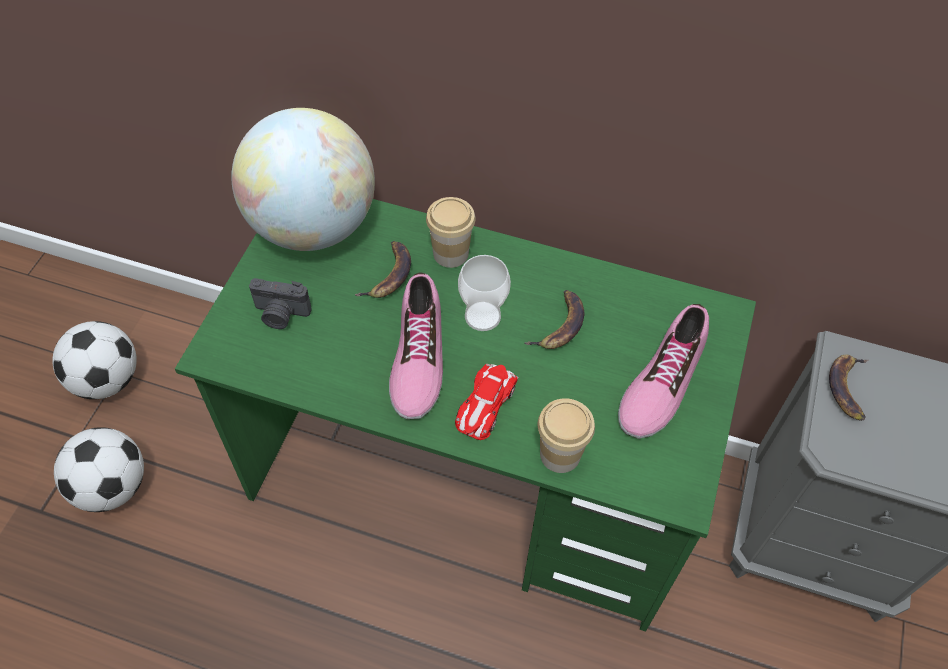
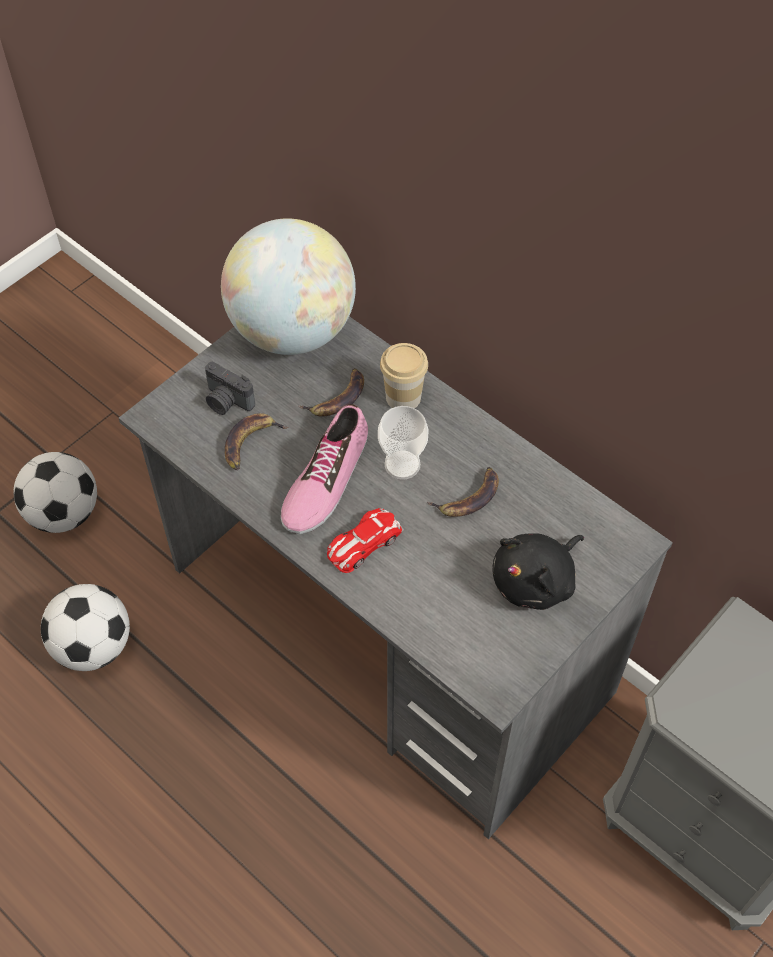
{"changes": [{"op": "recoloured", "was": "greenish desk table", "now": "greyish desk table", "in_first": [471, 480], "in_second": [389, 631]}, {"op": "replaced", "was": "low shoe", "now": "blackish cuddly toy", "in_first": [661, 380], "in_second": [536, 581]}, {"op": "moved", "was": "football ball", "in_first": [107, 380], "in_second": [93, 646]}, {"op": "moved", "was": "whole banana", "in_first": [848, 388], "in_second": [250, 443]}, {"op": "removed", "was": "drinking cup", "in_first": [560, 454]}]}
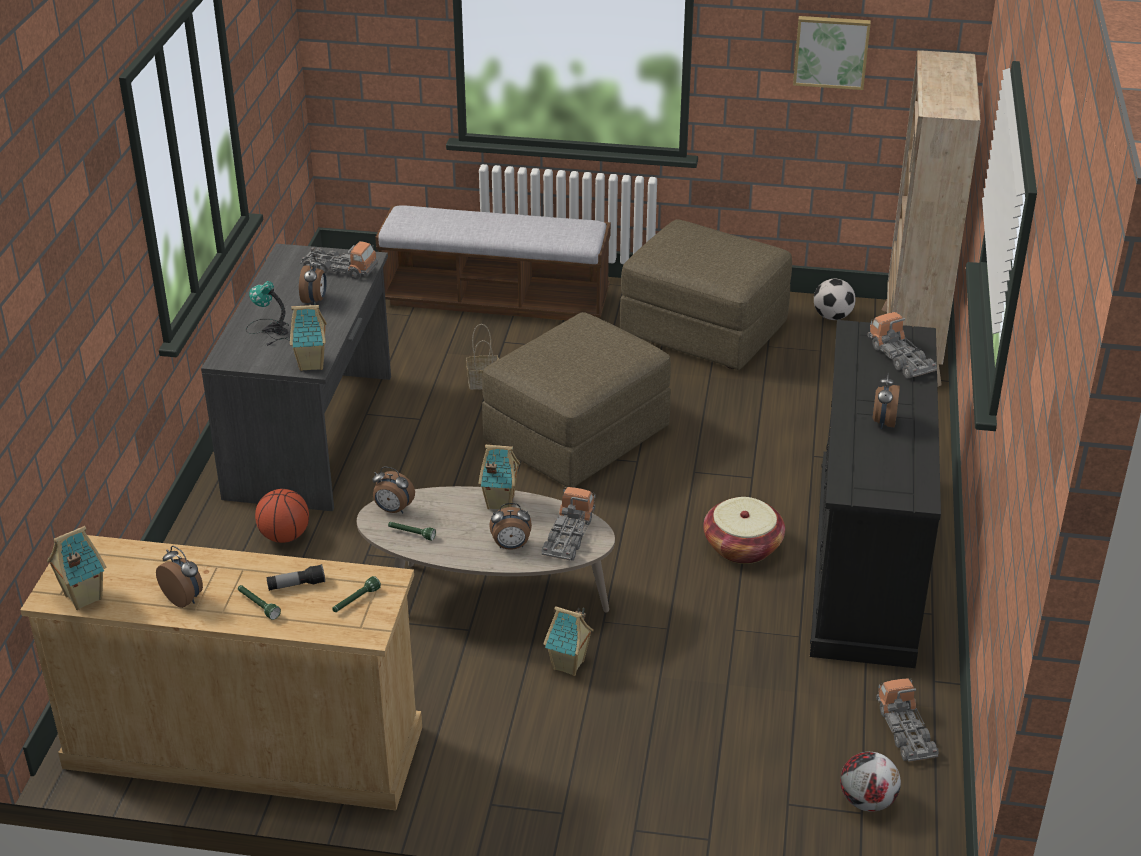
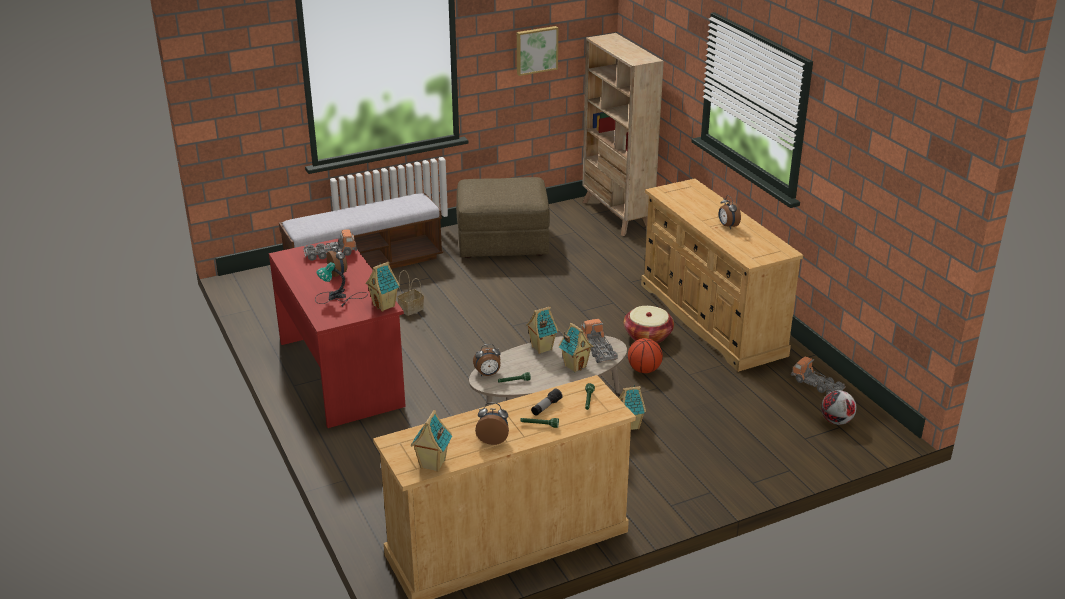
{"changes": [{"op": "recoloured", "was": "greyish desk table", "now": "red desk table", "in_first": [313, 435], "in_second": [342, 373]}, {"op": "removed", "was": "football ball", "in_first": [832, 316]}, {"op": "removed", "was": "brownish ottoman", "in_first": [577, 436]}, {"op": "removed", "was": "toy truck", "in_first": [900, 358]}, {"op": "recoloured", "was": "blackish chest of drawers", "now": "sand-coloured chest of drawers", "in_first": [865, 561], "in_second": [712, 319]}, {"op": "moved", "was": "basketball ball", "in_first": [284, 536], "in_second": [644, 370]}, {"op": "replaced", "was": "bedside clock", "now": "miniature house", "in_first": [511, 546], "in_second": [575, 366]}]}
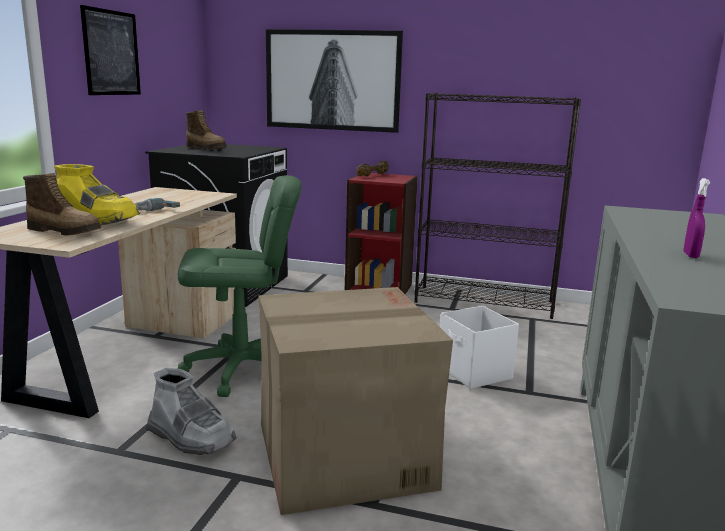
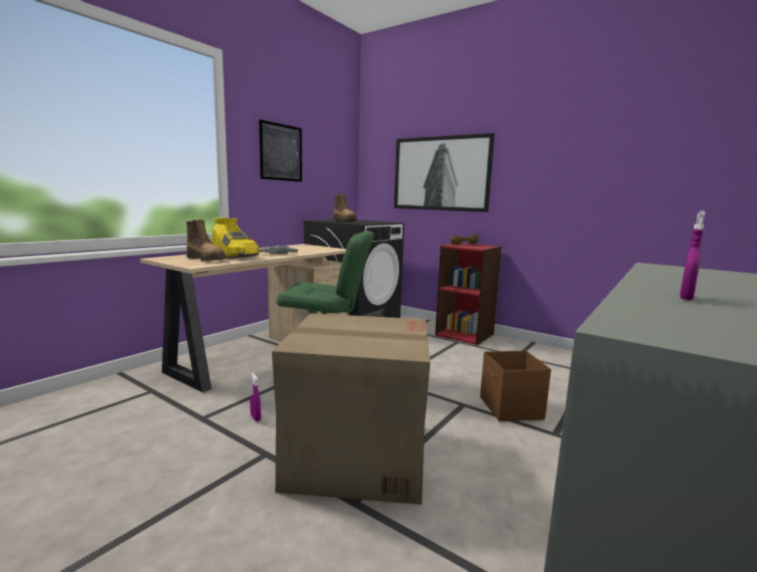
{"changes": [{"op": "removed", "was": "blackish bookcase", "in_first": [484, 302]}, {"op": "recoloured", "was": "whitish storage bin", "now": "brownish storage bin", "in_first": [474, 373], "in_second": [510, 409]}, {"op": "replaced", "was": "greyish boot", "now": "purple-coloured sprayer", "in_first": [191, 437], "in_second": [255, 418]}]}
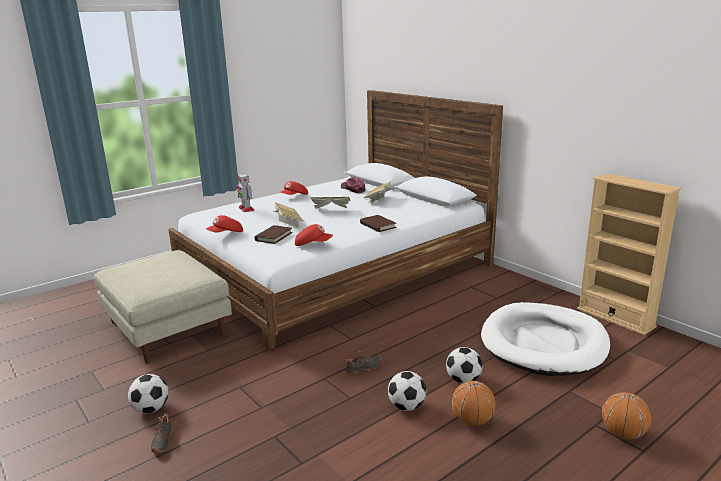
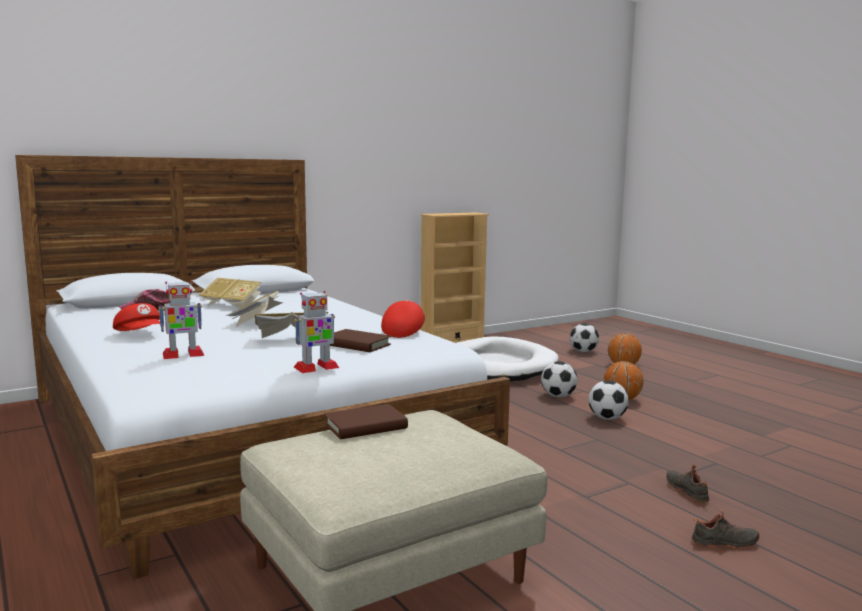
{"changes": [{"op": "replaced", "was": "red peaked cap", "now": "robot figure", "in_first": [226, 234], "in_second": [316, 368]}, {"op": "moved", "was": "brownish bound book", "in_first": [377, 225], "in_second": [365, 426]}, {"op": "moved", "was": "blackish low shoe", "in_first": [364, 368], "in_second": [688, 491]}, {"op": "moved", "was": "football ball", "in_first": [151, 409], "in_second": [583, 351]}]}
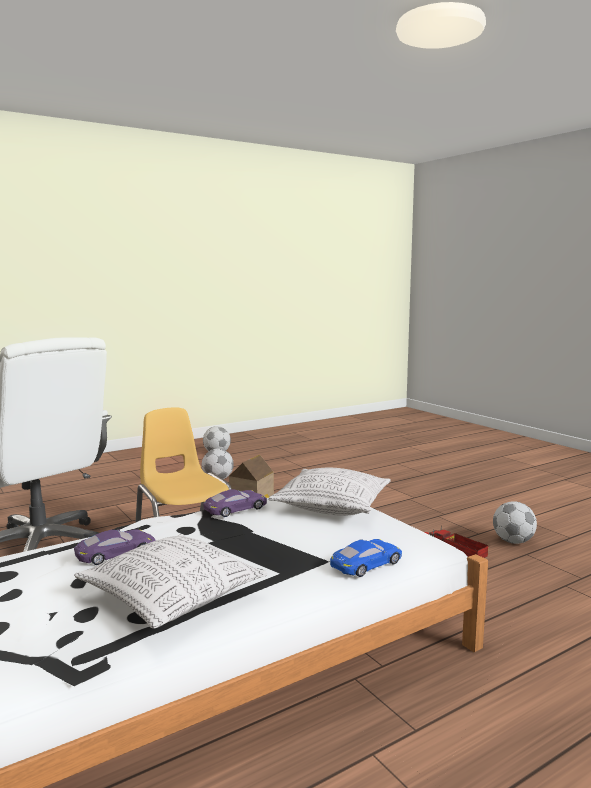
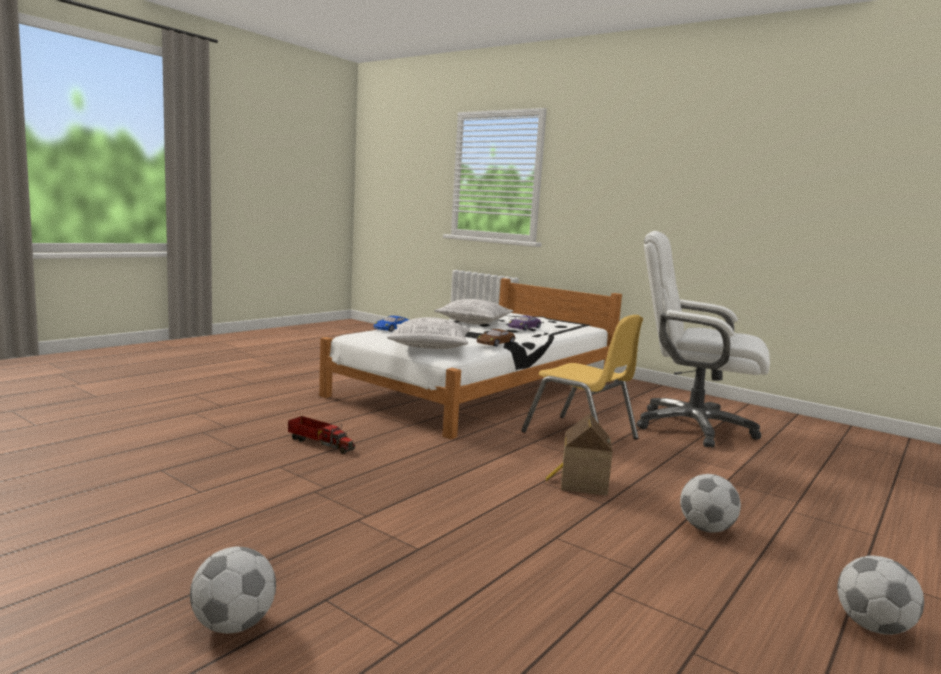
{"changes": [{"op": "recoloured", "was": "purple-coloured miniature car", "now": "brownish miniature car", "in_first": [235, 508], "in_second": [495, 343]}, {"op": "moved", "was": "football ball", "in_first": [513, 542], "in_second": [234, 625]}]}
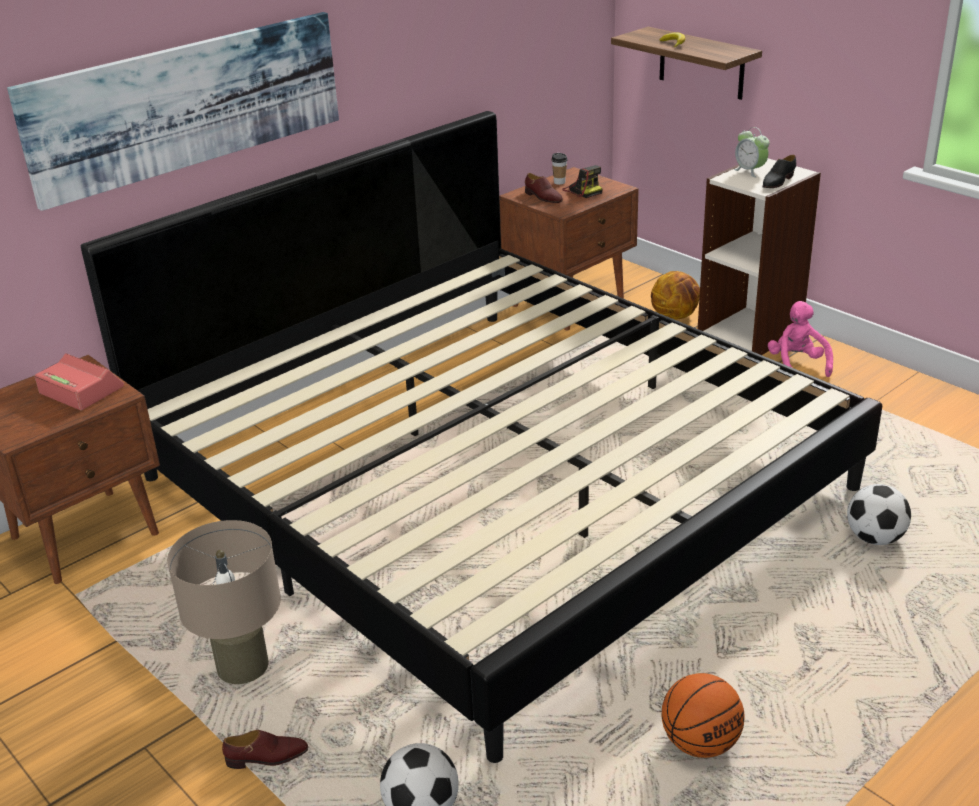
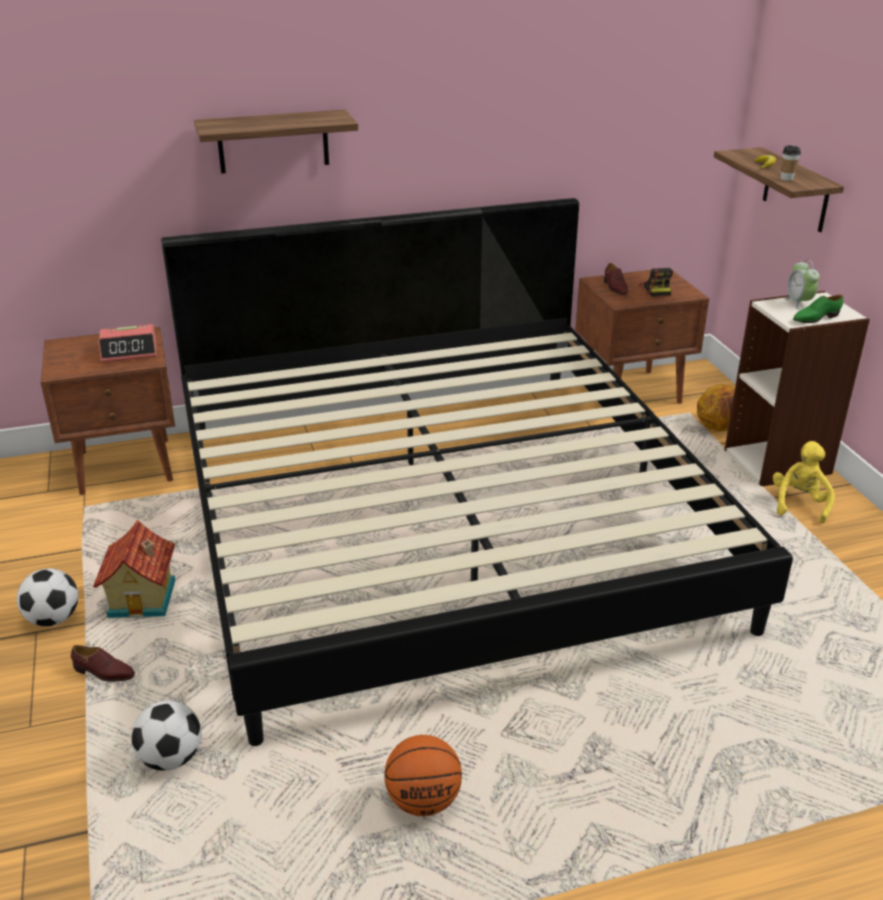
{"changes": [{"op": "replaced", "was": "wall picture", "now": "shelf", "in_first": [188, 104], "in_second": [273, 141]}, {"op": "moved", "was": "drinking cup", "in_first": [559, 182], "in_second": [786, 179]}, {"op": "recoloured", "was": "blackish low shoe", "now": "greenish low shoe", "in_first": [777, 181], "in_second": [815, 318]}, {"op": "recoloured", "was": "pink cuddly toy", "now": "yellow cuddly toy", "in_first": [797, 365], "in_second": [799, 504]}, {"op": "turned", "was": "bedside clock", "in_first": [81, 390], "in_second": [129, 351], "clockwise": 105}, {"op": "moved", "was": "football ball", "in_first": [874, 538], "in_second": [53, 619]}, {"op": "replaced", "was": "sand-coloured lamp for a table", "now": "miniature house", "in_first": [243, 666], "in_second": [144, 599]}]}
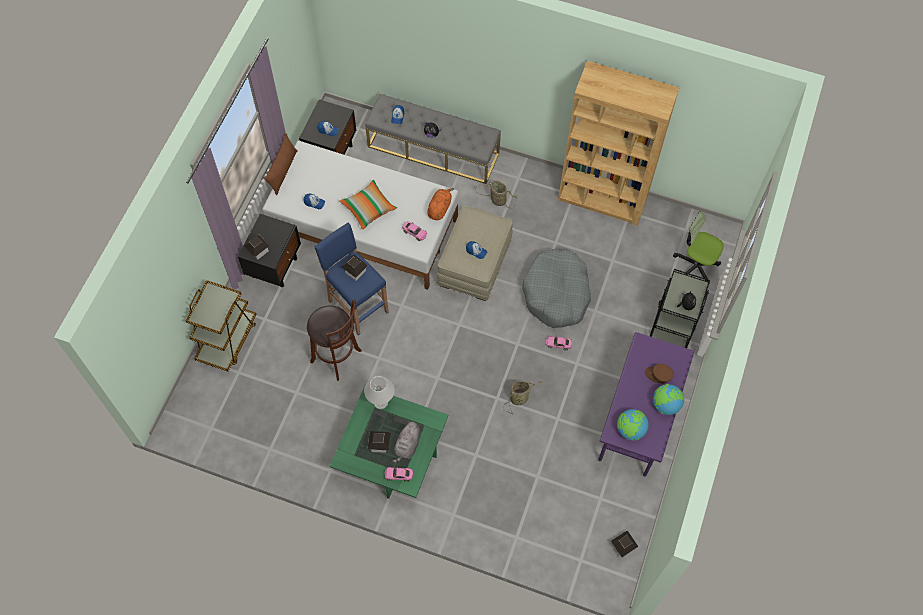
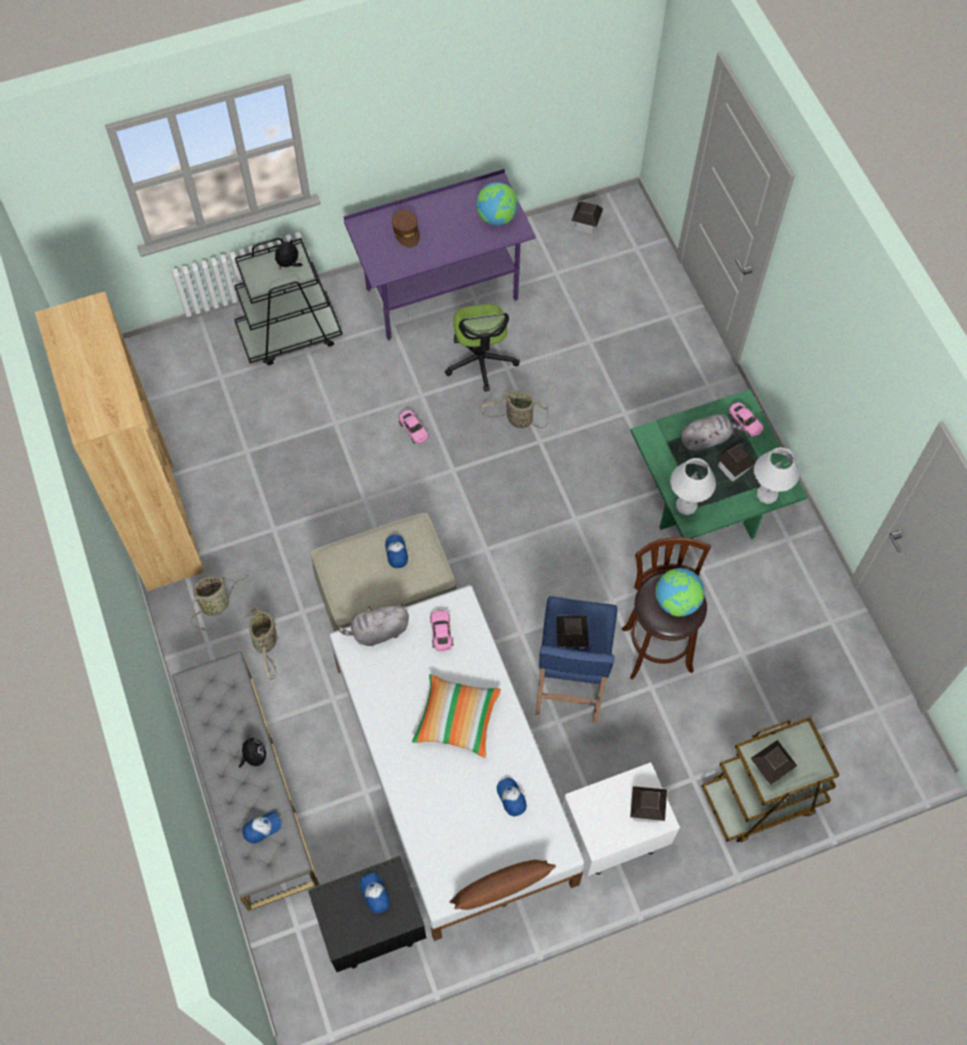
{"changes": [{"op": "recoloured", "was": "orangey cuddly toy", "now": "greyish cuddly toy", "in_first": [439, 208], "in_second": [378, 632]}, {"op": "moved", "was": "computer chair", "in_first": [695, 266], "in_second": [480, 361]}, {"op": "recoloured", "was": "blackish night table", "now": "whitish night table", "in_first": [275, 266], "in_second": [612, 836]}, {"op": "removed", "was": "greyish dog bed", "in_first": [556, 293]}, {"op": "moved", "was": "world globe", "in_first": [665, 405], "in_second": [677, 602]}, {"op": "added", "now": "whitish lamp for a table", "in_second": [768, 494]}, {"op": "added", "now": "storage basket", "in_second": [217, 604]}, {"op": "added", "now": "miniature house", "in_second": [770, 767]}]}
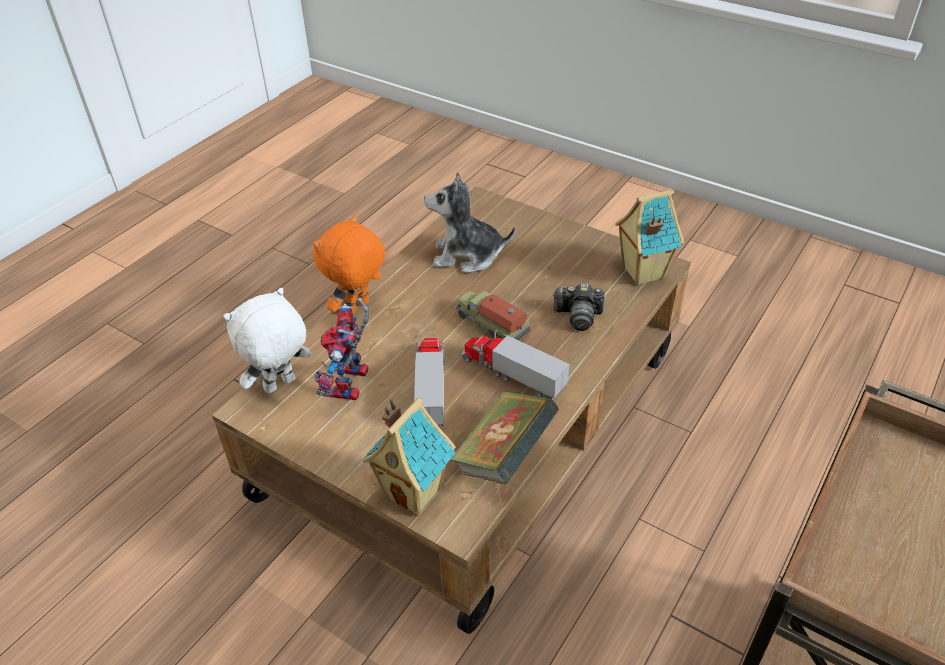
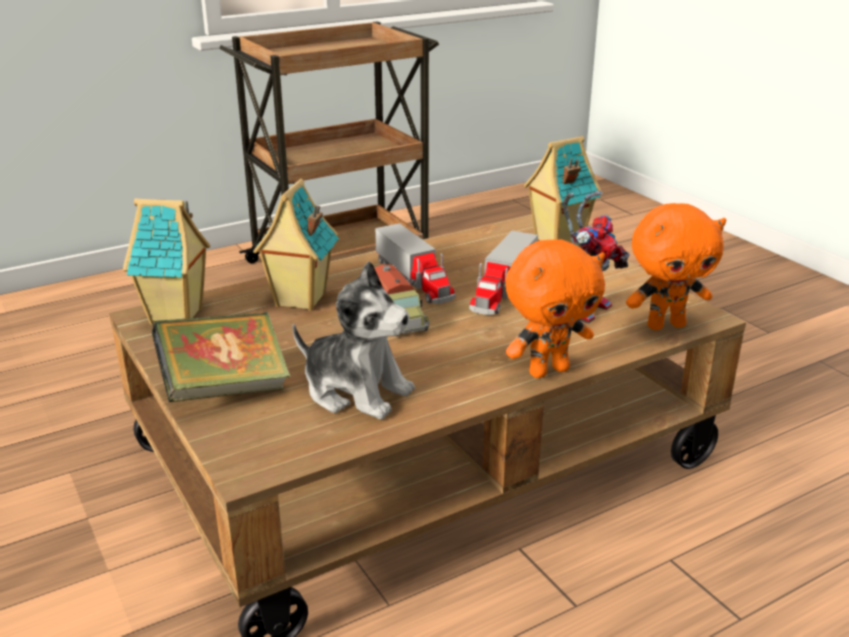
{"changes": [{"op": "replaced", "was": "still camera", "now": "miniature house", "in_first": [578, 316], "in_second": [299, 300]}, {"op": "recoloured", "was": "whitish cuddly toy", "now": "orangey cuddly toy", "in_first": [280, 386], "in_second": [665, 325]}, {"op": "moved", "was": "bound book", "in_first": [504, 456], "in_second": [225, 389]}]}
